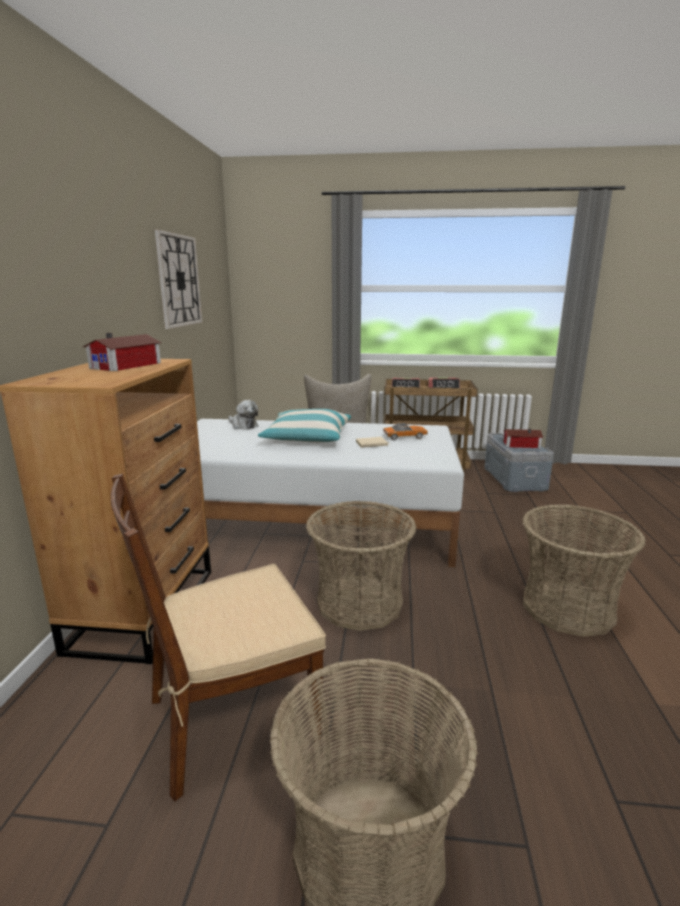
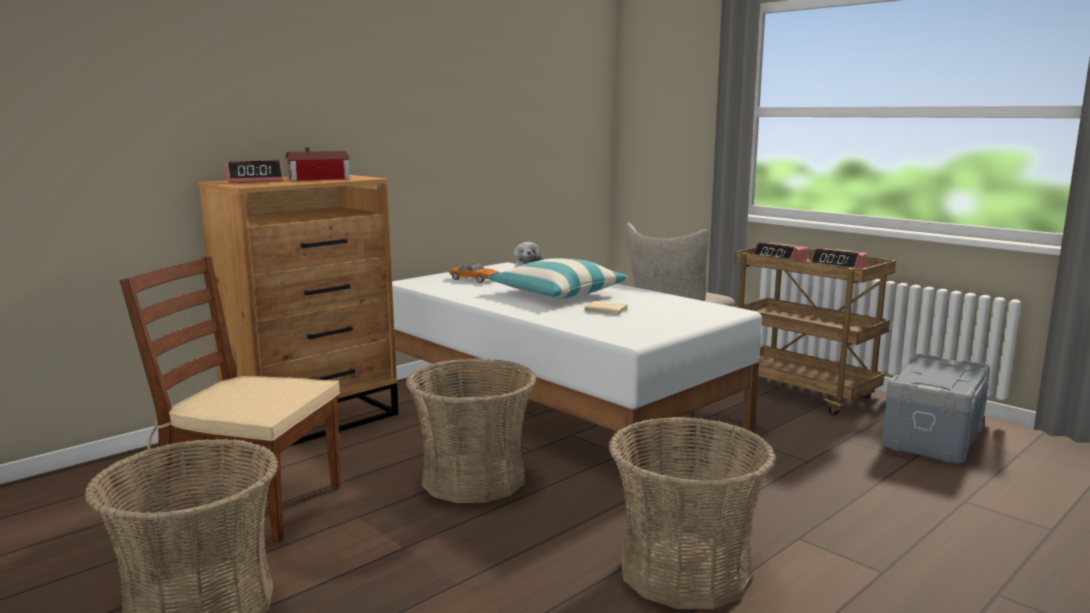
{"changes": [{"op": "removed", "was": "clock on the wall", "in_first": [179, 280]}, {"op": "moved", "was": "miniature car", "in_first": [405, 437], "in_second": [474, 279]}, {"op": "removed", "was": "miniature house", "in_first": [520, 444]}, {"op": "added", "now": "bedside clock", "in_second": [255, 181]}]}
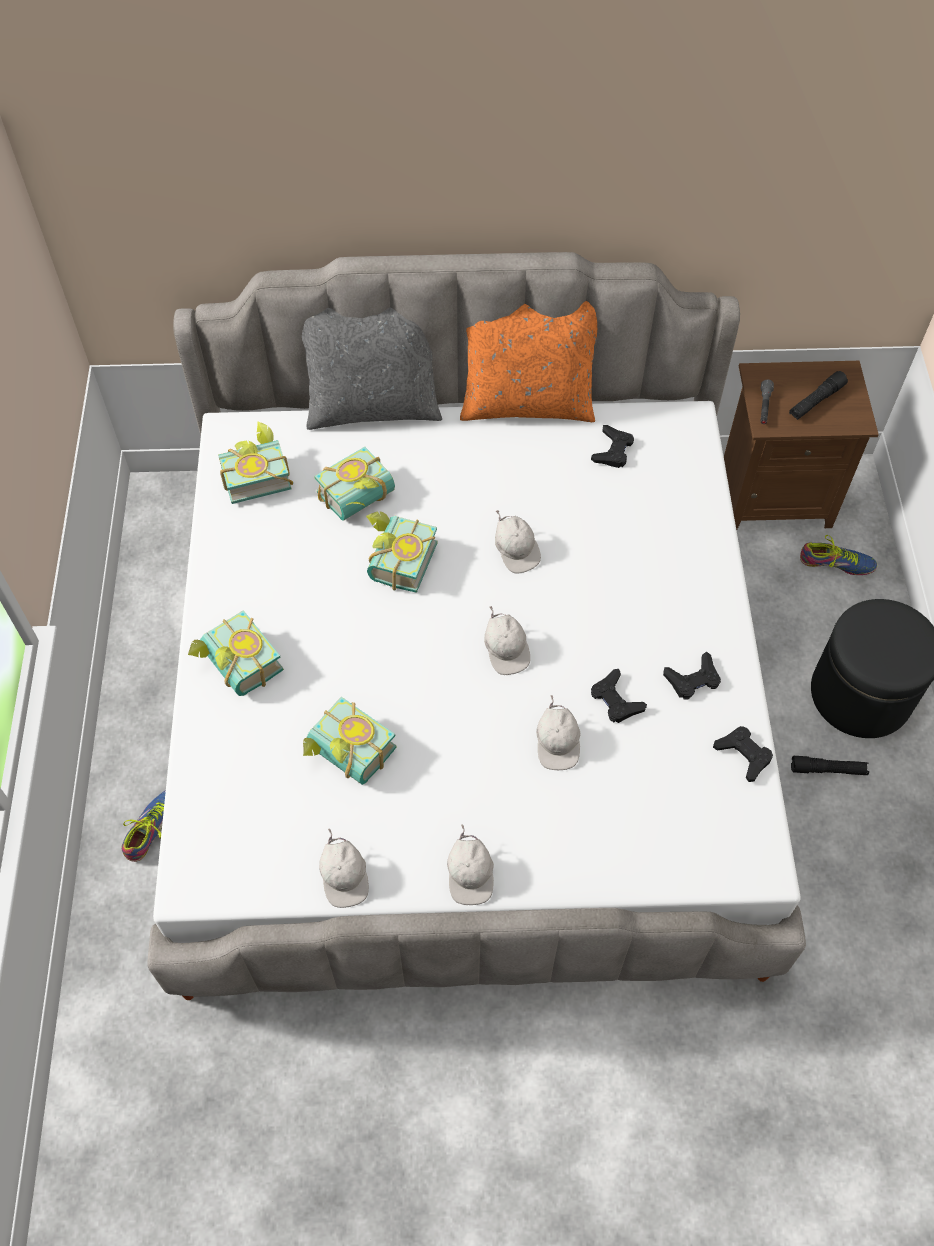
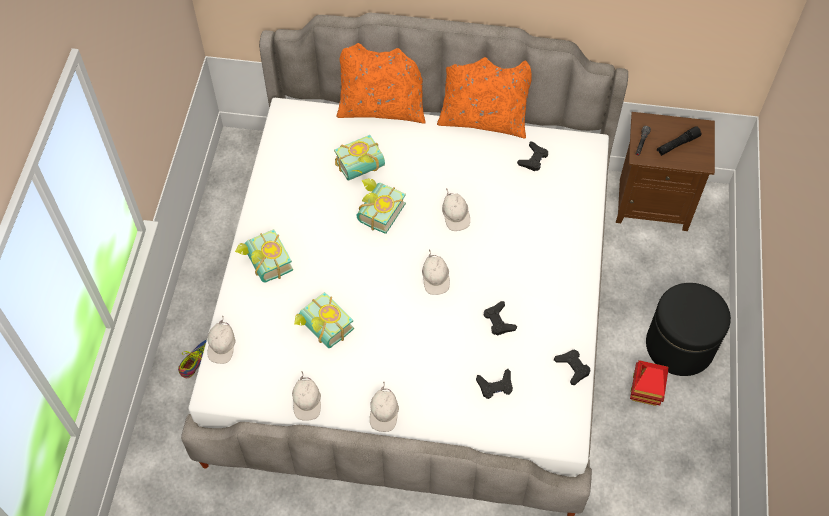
{"changes": [{"op": "recoloured", "was": "greyish throw pillow", "now": "orangey throw pillow", "in_first": [373, 407], "in_second": [382, 108]}, {"op": "removed", "was": "bound book", "in_first": [255, 475]}, {"op": "removed", "was": "low shoe", "in_first": [836, 563]}, {"op": "moved", "was": "blackish gamepad", "in_first": [693, 679], "in_second": [495, 386]}, {"op": "moved", "was": "whitish peaked cap", "in_first": [557, 743], "in_second": [223, 346]}, {"op": "replaced", "was": "blackish flashlight", "now": "miniature house", "in_first": [828, 770], "in_second": [645, 391]}]}
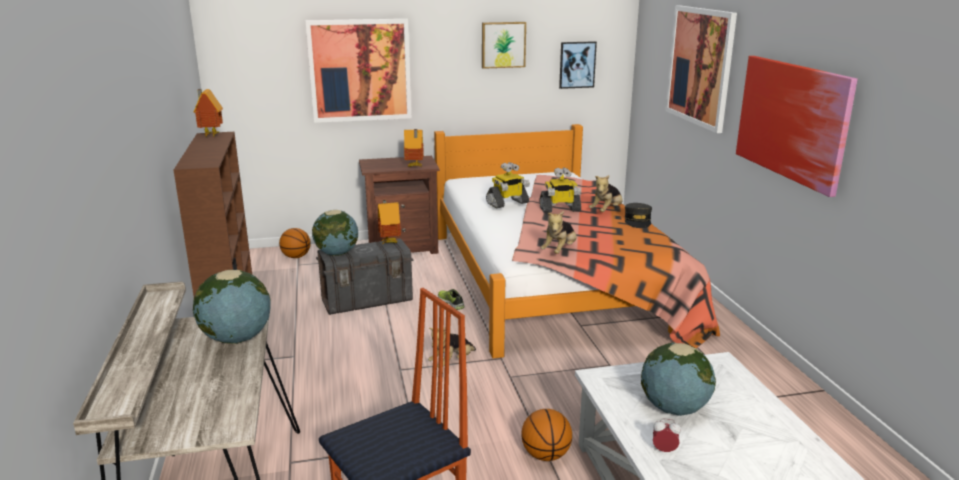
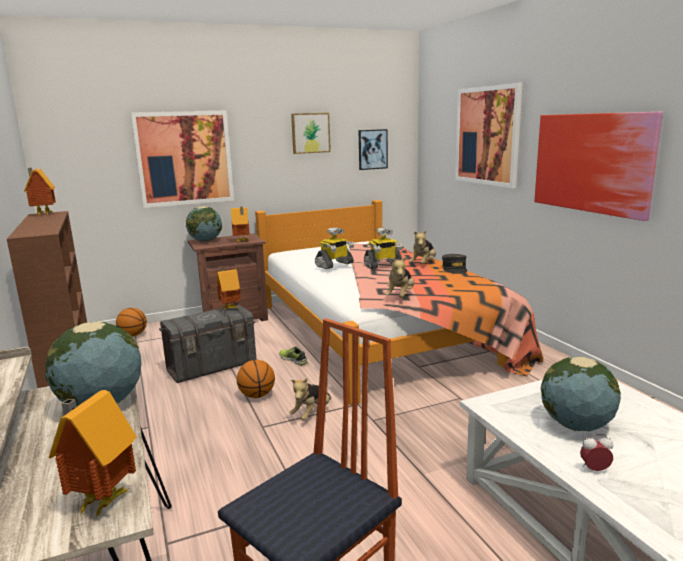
{"changes": [{"op": "moved", "was": "world globe", "in_first": [337, 253], "in_second": [205, 241]}, {"op": "moved", "was": "basketball ball", "in_first": [546, 455], "in_second": [257, 395]}, {"op": "added", "now": "miniature house", "in_second": [100, 501]}]}
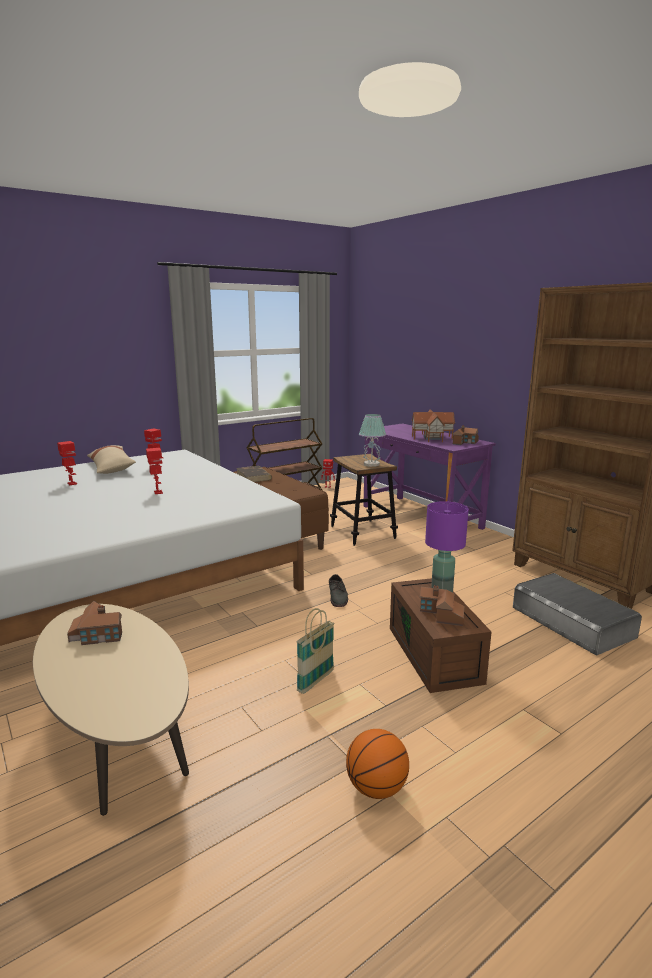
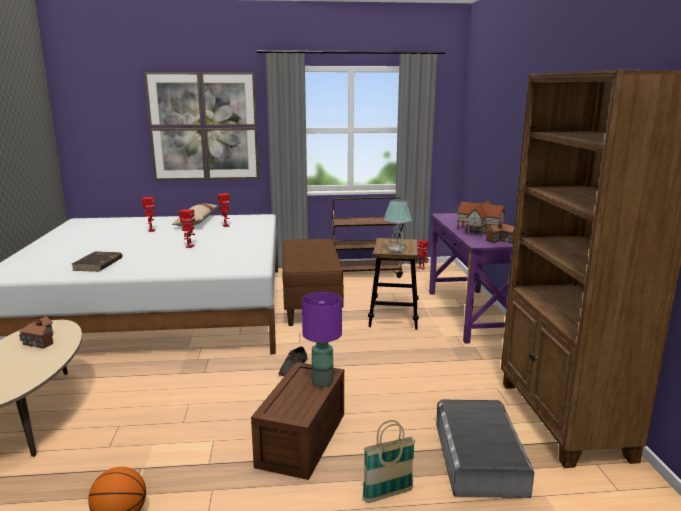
{"changes": [{"op": "moved", "was": "brownish bound book", "in_first": [254, 476], "in_second": [98, 264]}, {"op": "removed", "was": "miniature house", "in_first": [441, 614]}, {"op": "moved", "was": "storage basket", "in_first": [316, 681], "in_second": [388, 494]}, {"op": "added", "now": "wall picture", "in_second": [204, 127]}]}
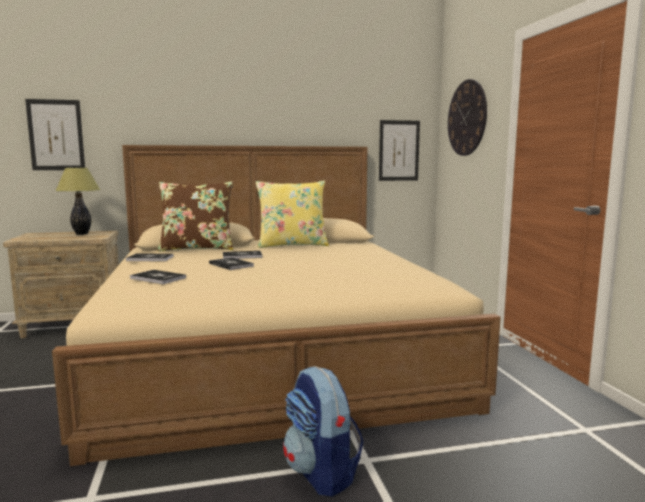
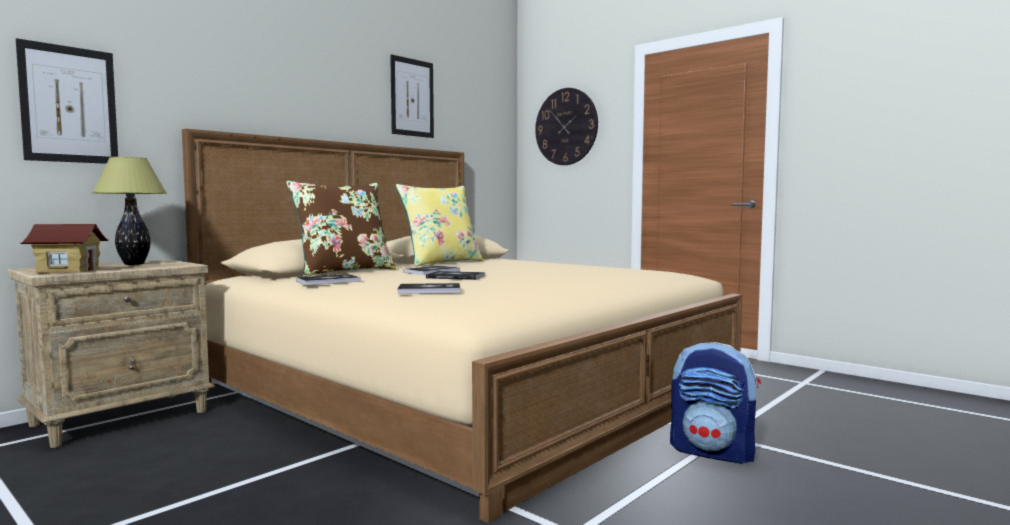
{"changes": [{"op": "moved", "was": "wall picture", "in_first": [399, 150], "in_second": [412, 97]}, {"op": "added", "now": "miniature house", "in_second": [68, 271]}]}
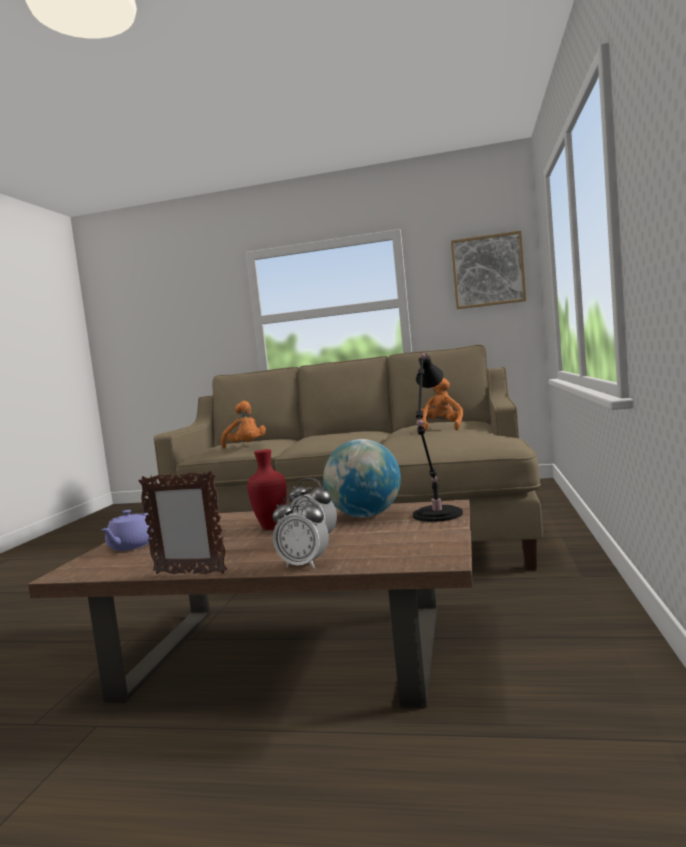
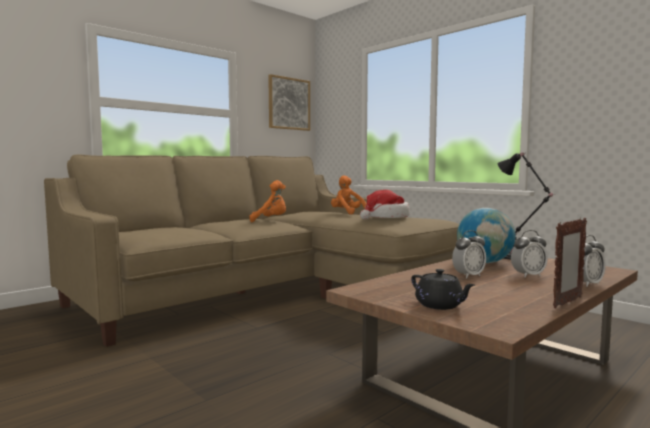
{"changes": [{"op": "moved", "was": "orangey cuddly toy", "in_first": [246, 446], "in_second": [270, 220]}, {"op": "replaced", "was": "red decorative vase", "now": "bedside clock", "in_first": [273, 527], "in_second": [468, 276]}, {"op": "recoloured", "was": "purple-coloured teapot", "now": "blackish teapot", "in_first": [130, 546], "in_second": [440, 305]}, {"op": "added", "now": "clothing hat", "in_second": [385, 218]}]}
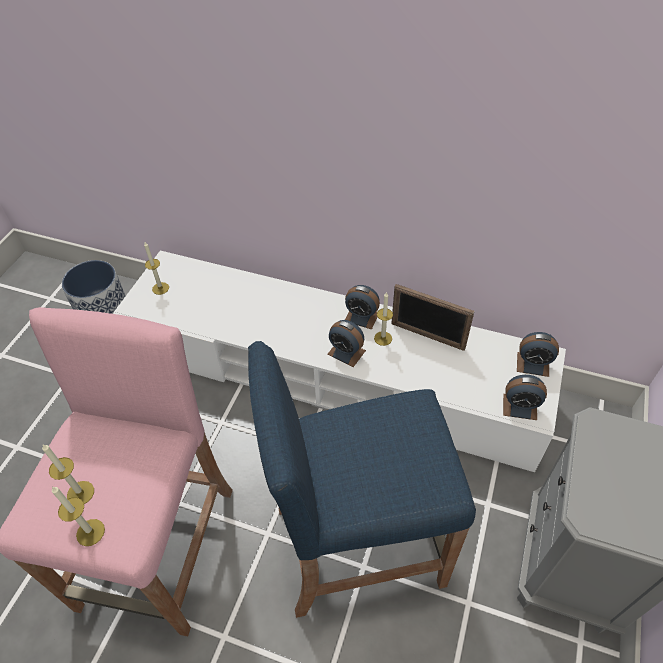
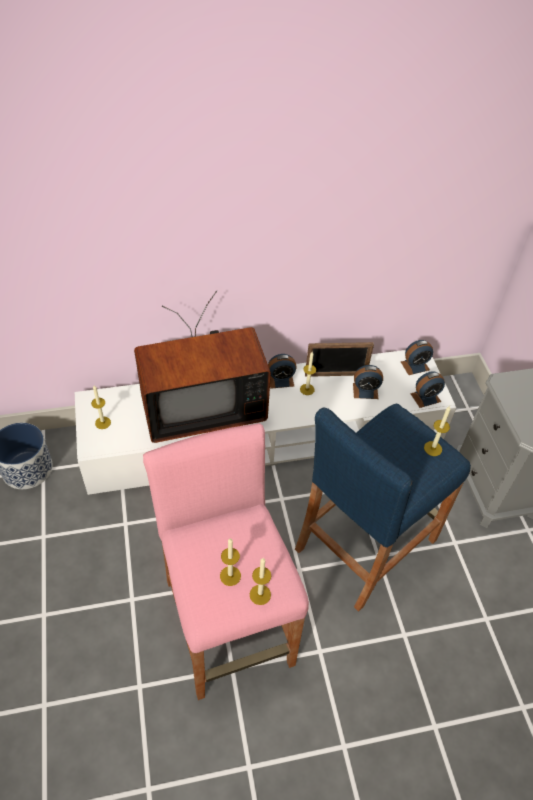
{"changes": [{"op": "moved", "was": "bedside clock", "in_first": [346, 352], "in_second": [365, 391]}, {"op": "added", "now": "TV set", "in_second": [201, 407]}, {"op": "added", "now": "wax candle", "in_second": [433, 448]}]}
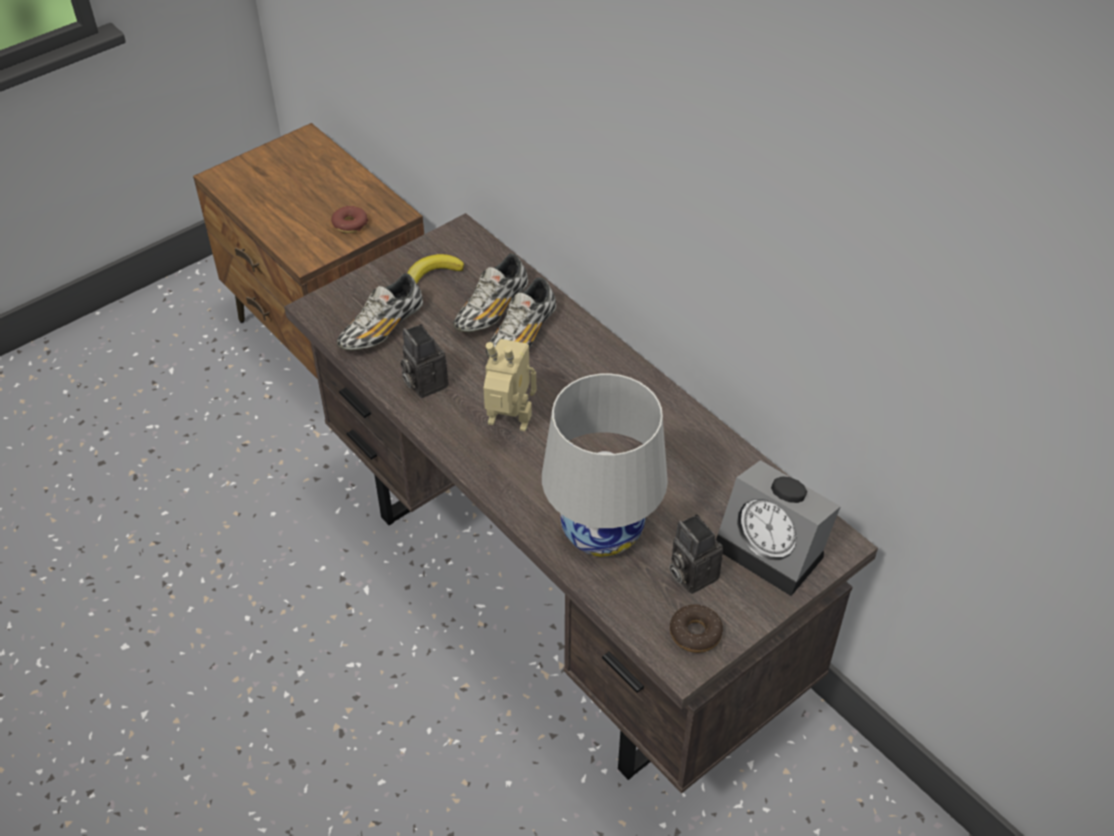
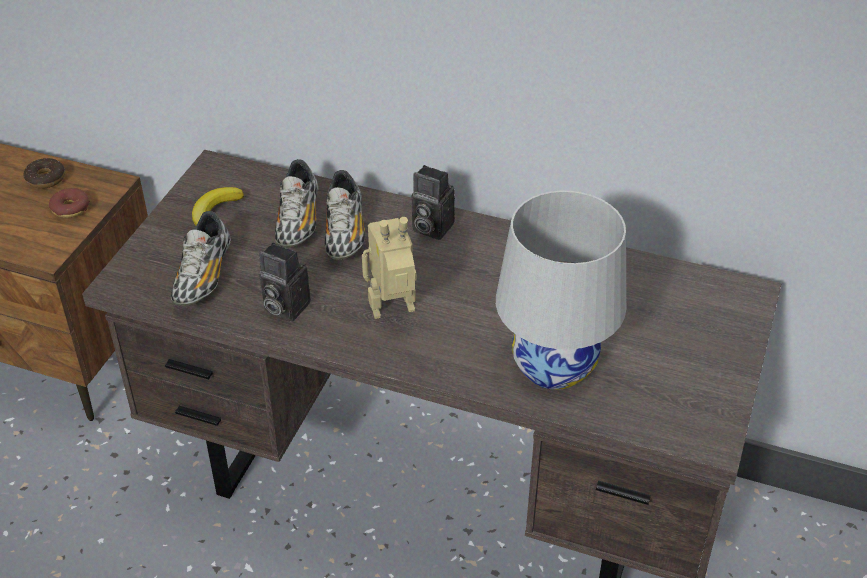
{"changes": [{"op": "removed", "was": "bedside clock", "in_first": [774, 550]}, {"op": "moved", "was": "still camera", "in_first": [690, 574], "in_second": [430, 227]}, {"op": "moved", "was": "doughnut", "in_first": [695, 633], "in_second": [45, 178]}]}
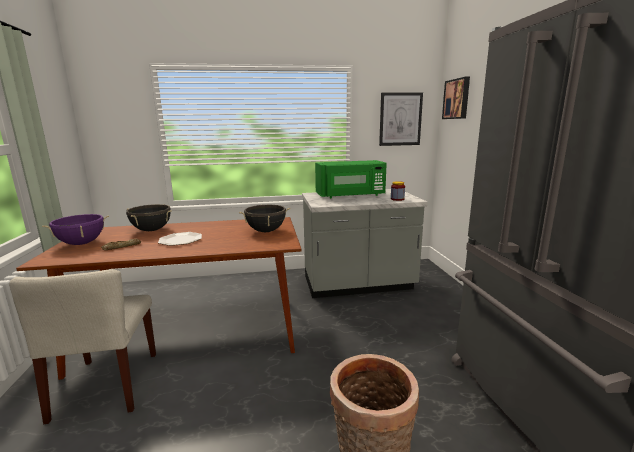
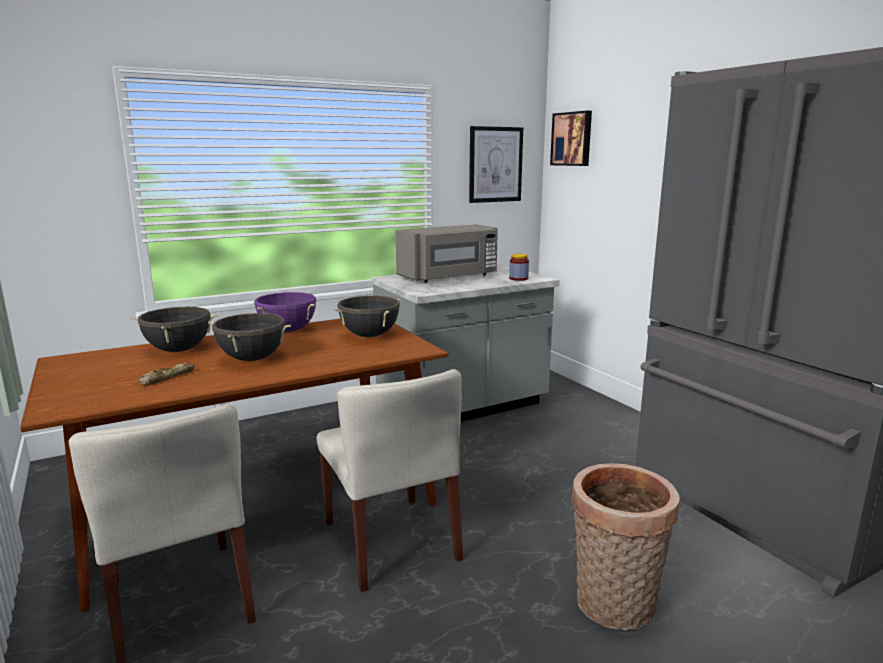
{"changes": [{"op": "recoloured", "was": "greenish kitchen microwave", "now": "greyish kitchen microwave", "in_first": [351, 195], "in_second": [449, 277]}, {"op": "moved", "was": "purple-coloured stockpot", "in_first": [82, 243], "in_second": [288, 331]}, {"op": "replaced", "was": "plate", "now": "blackish stockpot", "in_first": [180, 240], "in_second": [252, 359]}, {"op": "added", "now": "sand-coloured plain chair", "in_second": [391, 541]}]}
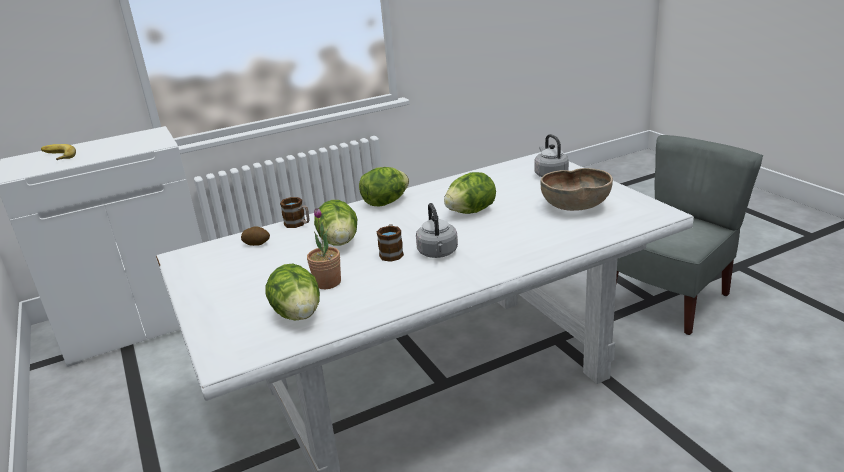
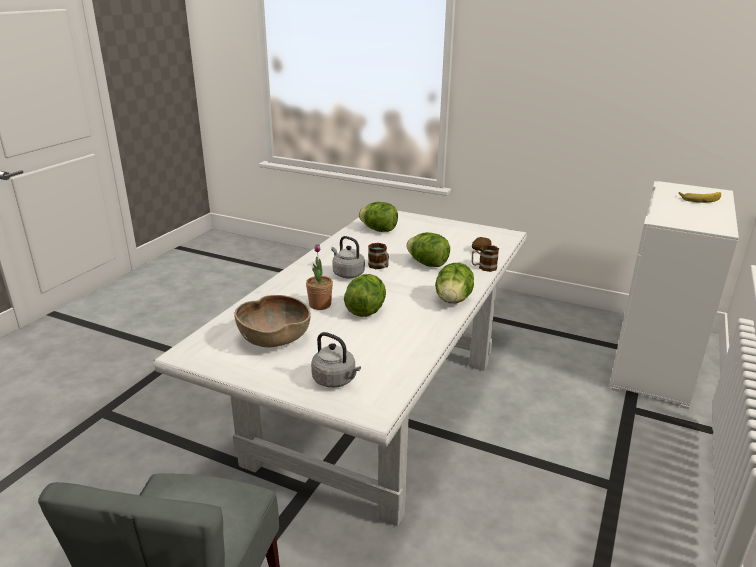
{"changes": [{"op": "moved", "was": "potted plant", "in_first": [327, 282], "in_second": [320, 305]}]}
